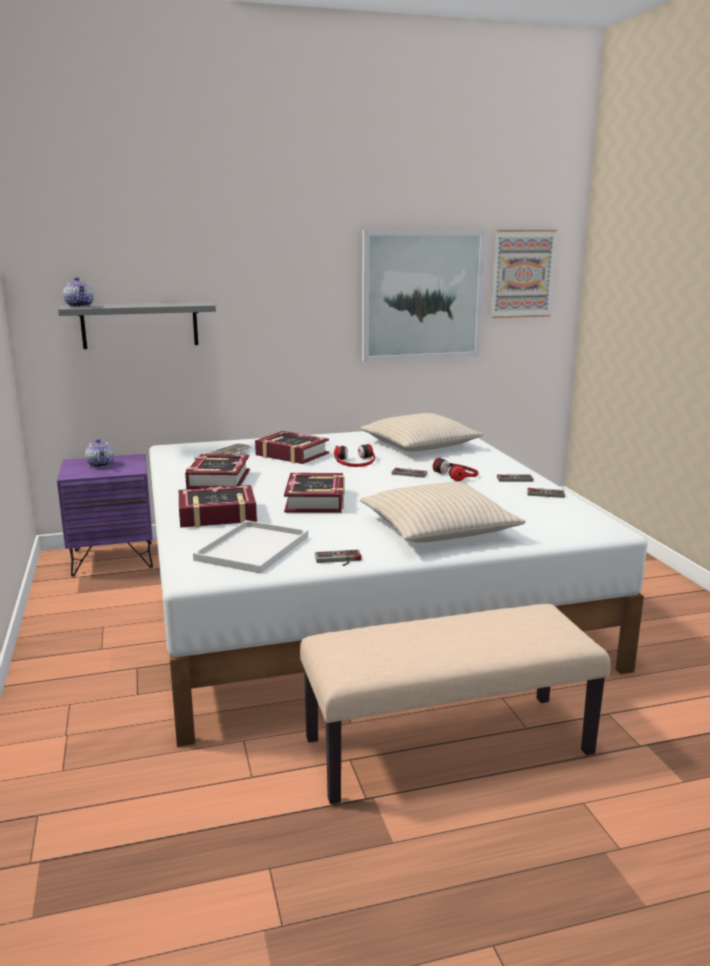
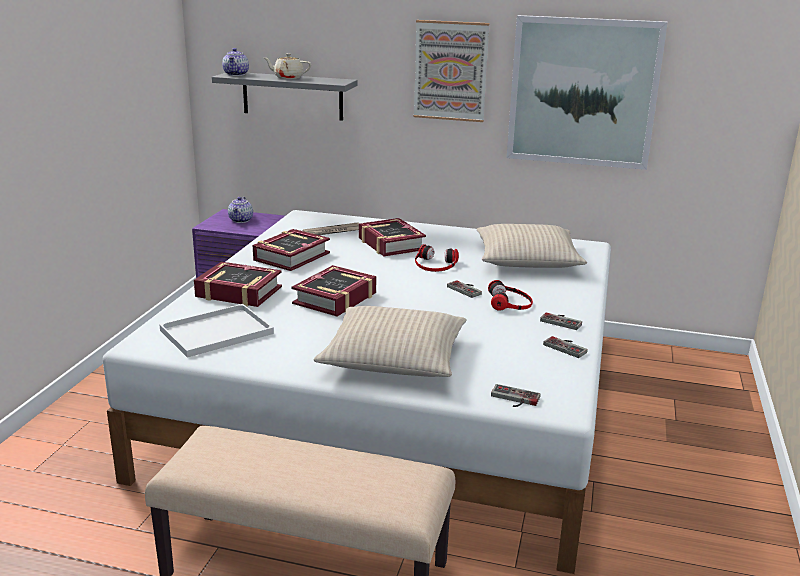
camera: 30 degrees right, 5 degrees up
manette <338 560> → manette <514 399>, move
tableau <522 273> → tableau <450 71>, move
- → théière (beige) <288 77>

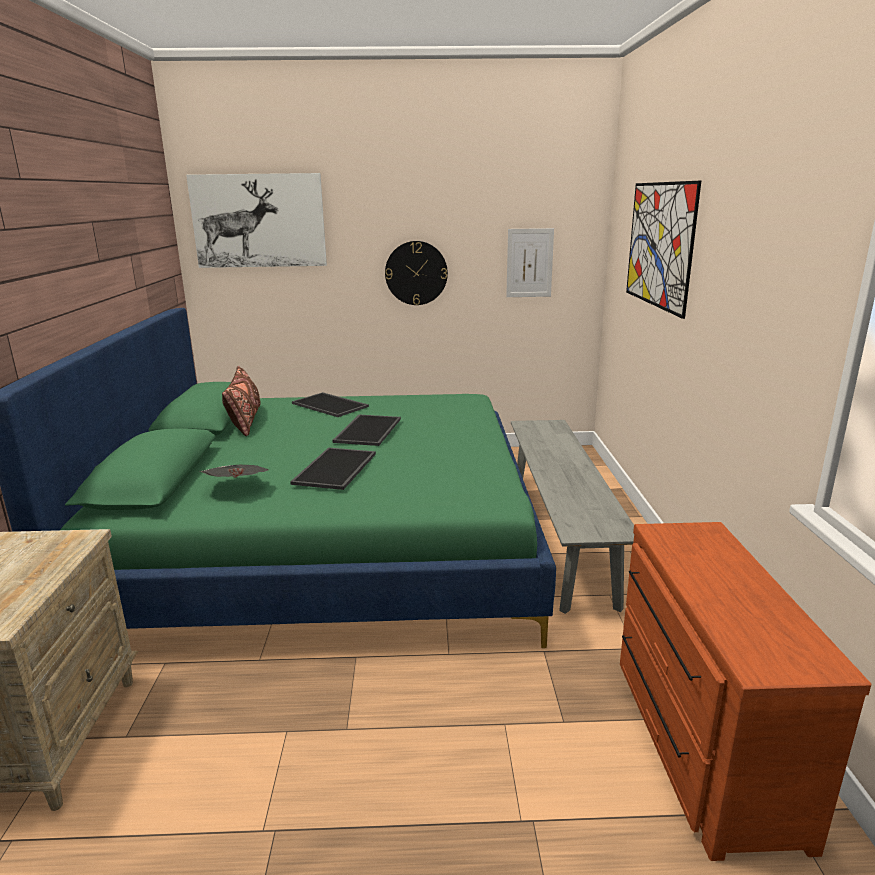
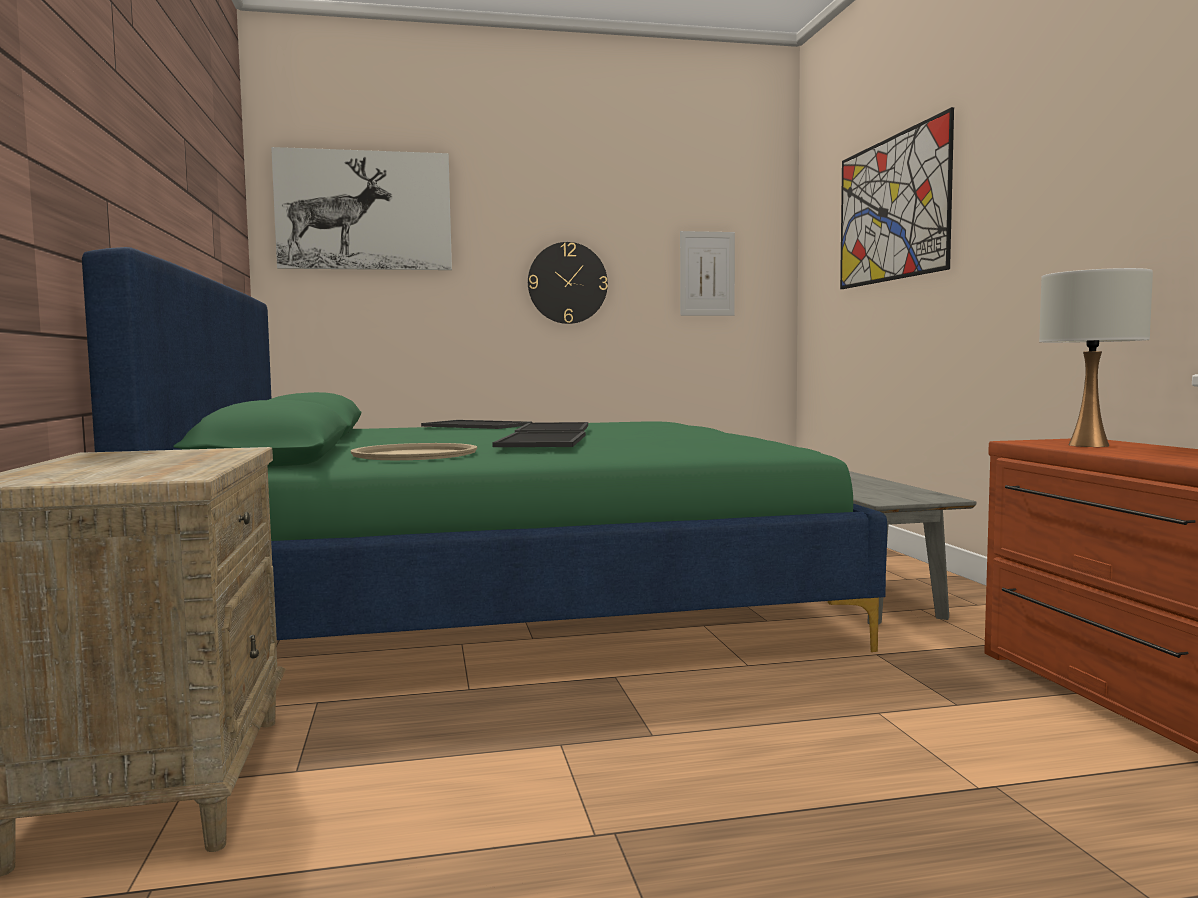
camera: 10 degrees left, 15 degrees down
journal <238 487> → plateau (beige) <414 454>
coussin (marron) <245 421> → -
- → lampe de table (blanc) <1089 445>

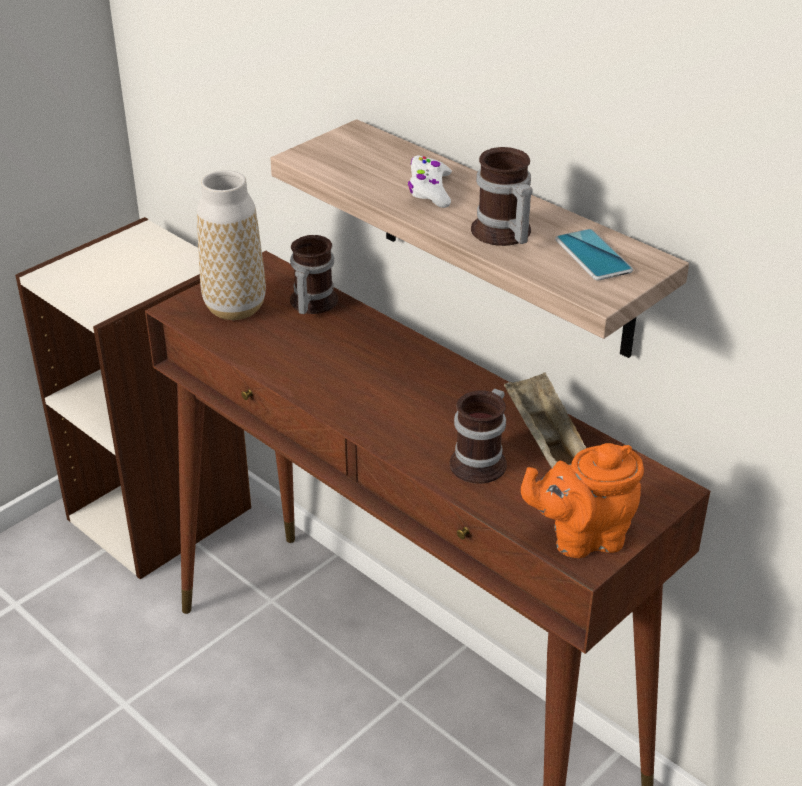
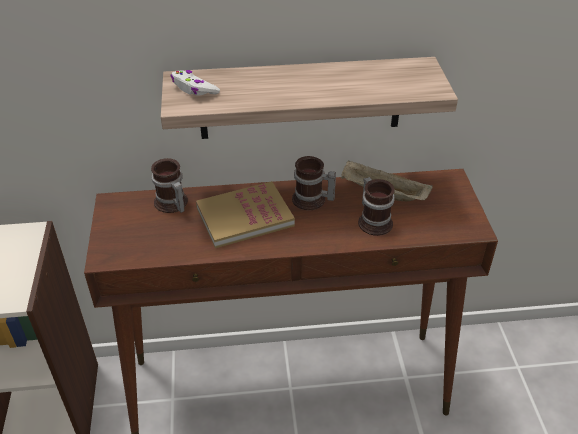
camera: 50 degrees left, 5 degrees up
vase <235 308> → -
manette (blanc) <430 190> → manette (blanc) <194 89>, move
mug <501 234> → mug <311 201>, move
théière (orange) <581 537> → -
téléphone <593 256> → -
- → livre <244 217>

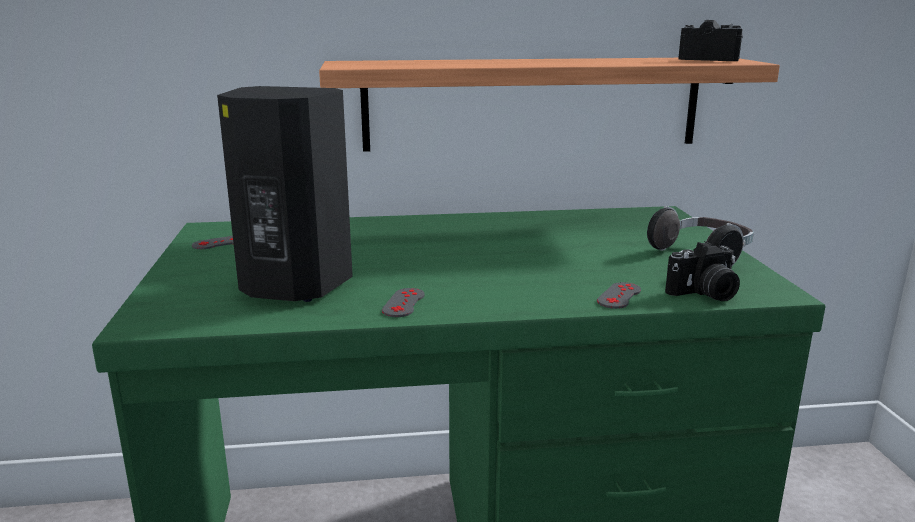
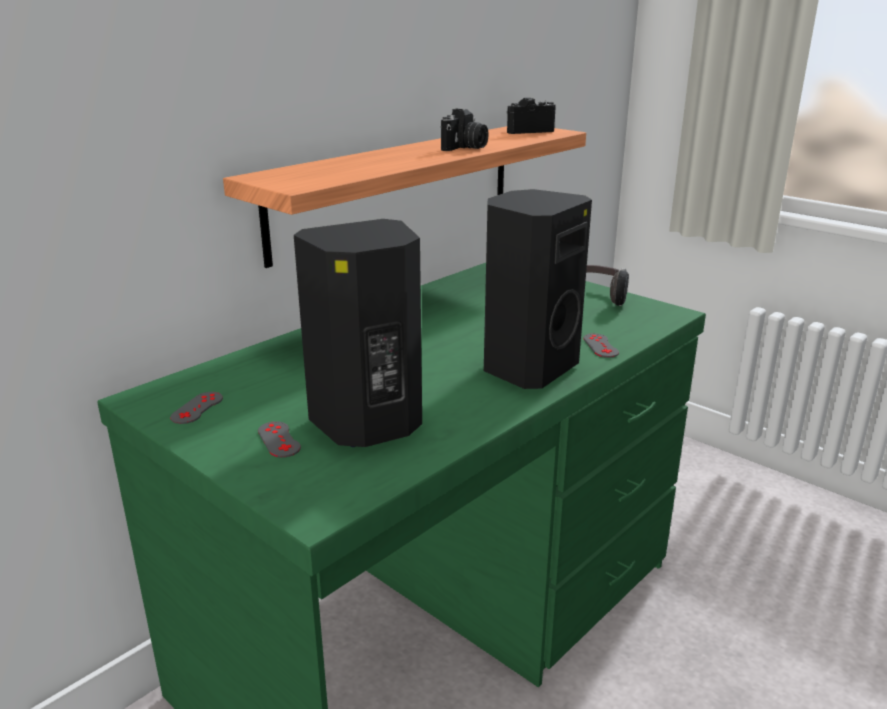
camera: 40 degrees left, 5 degrees up
manette (gris) <403 303> → manette (gris) <279 439>, move
appareil photo <705 294> → appareil photo <465 148>, move
- → enceinte (noir) <527 368>

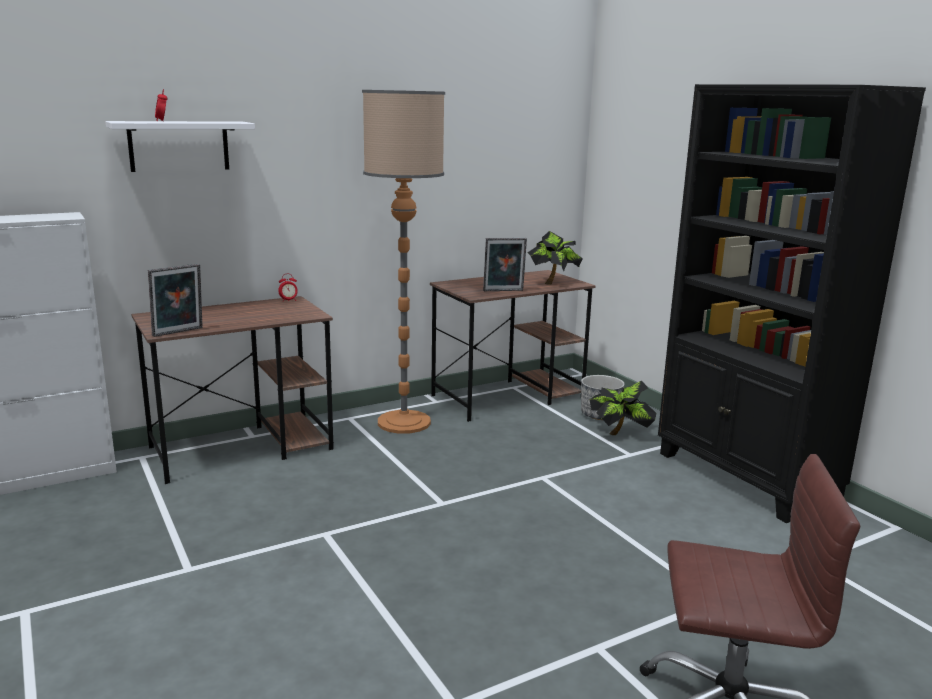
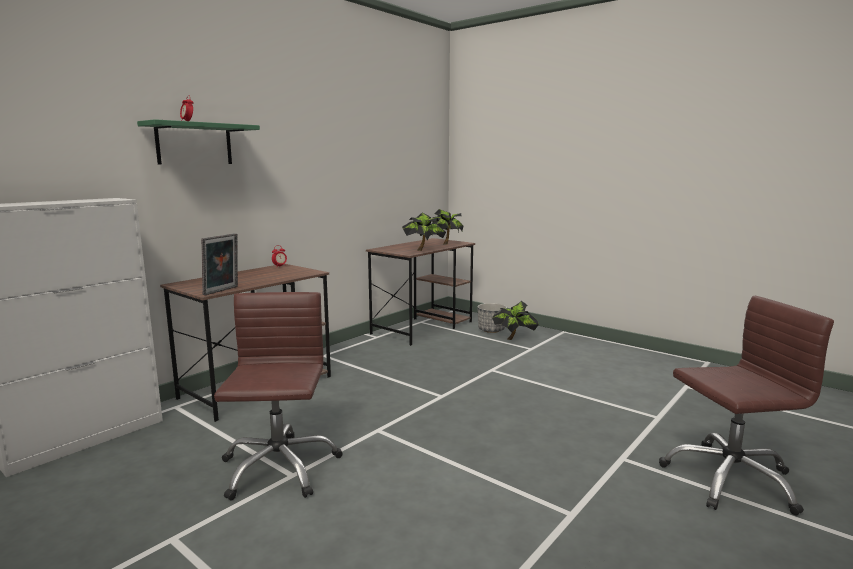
camera: 20 degrees left, 5 degrees down
étagère (blanc) <179 146> → étagère (vert) <194 144>
lampadaire <404 422> → -
cadre photo <503 291> → plante en pot <423 249>
bibliothèque (noir) <745 478> → -
- → chaise de bureau (marron) <279 468>

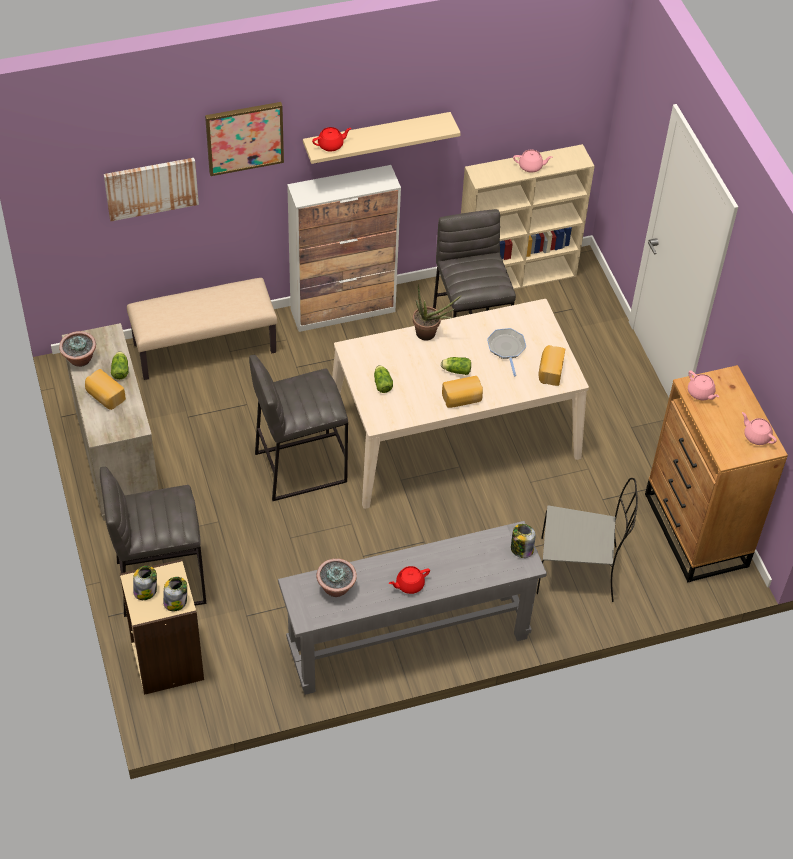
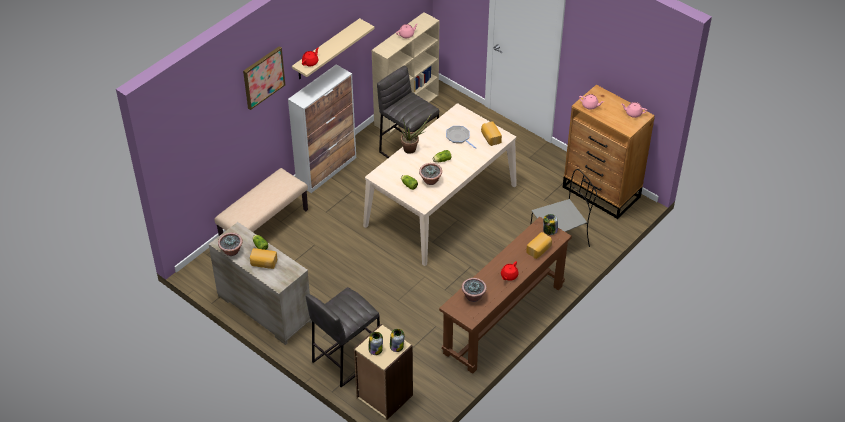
camera: 30 degrees left, 5 degrees down
tableau <151 187> → -
tabouret (gris) <299 467> → -
table console (gris) <408 641> → table console (marron) <503 319>
pain <462 399> → pain <539 250>, move
- → plante en pot <430 181>

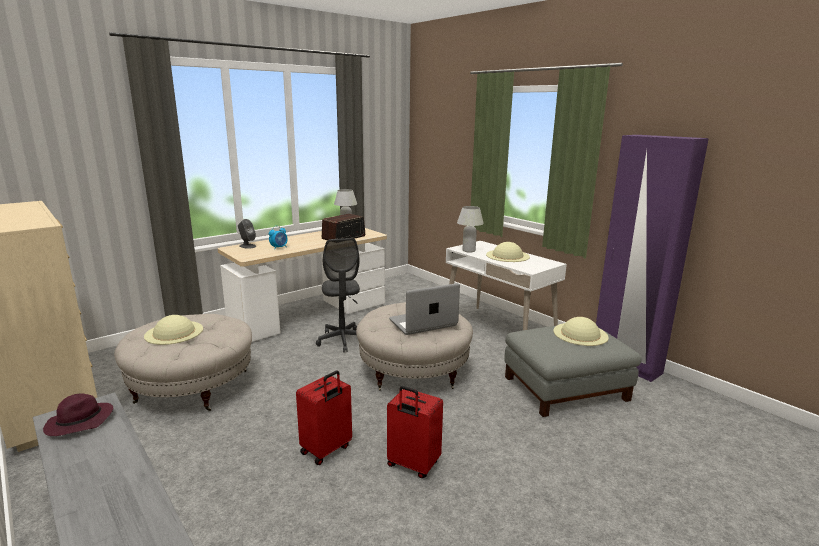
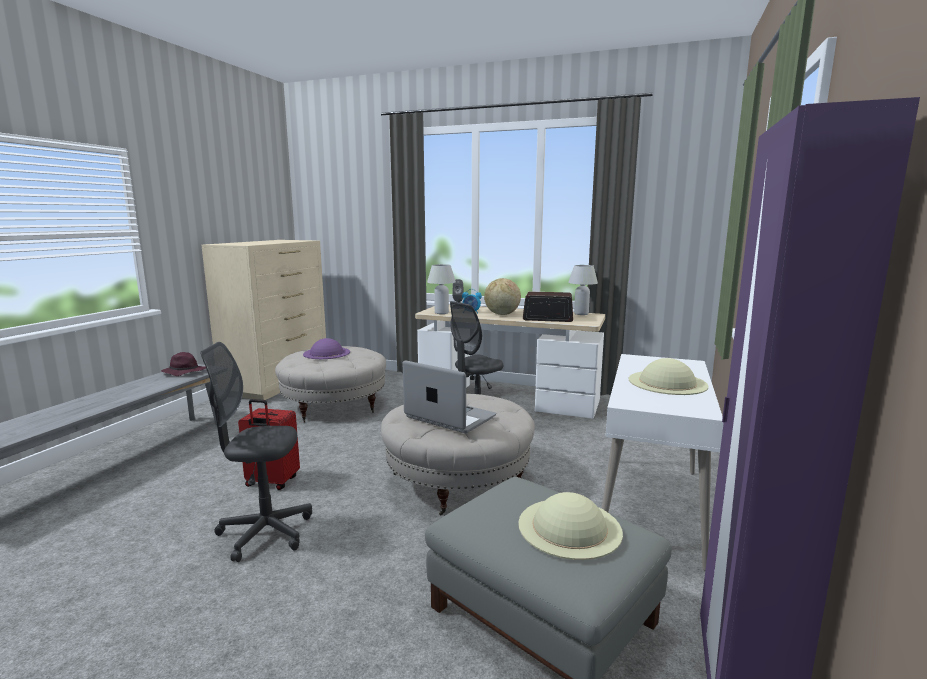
camera: 60 degrees right, 5 degrees down
chapeau (beige) <174 332> → chapeau (violet) <326 353>
valise (rouge) <412 465> → chaise de bureau (gris) <265 533>
lampe de table (blanc) <468 250> → lampe de table (blanc) <441 313>, move
- → globe <501 314>

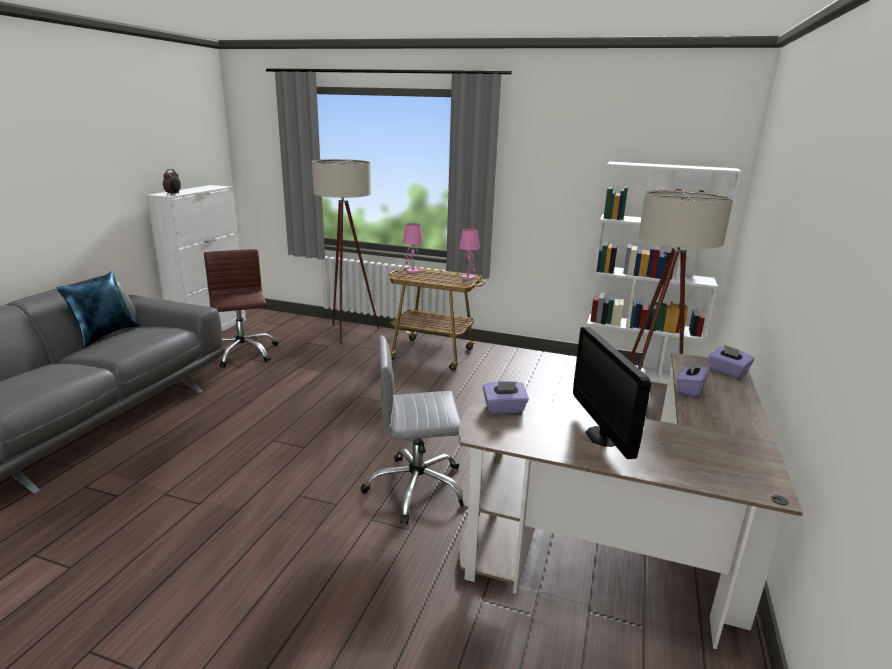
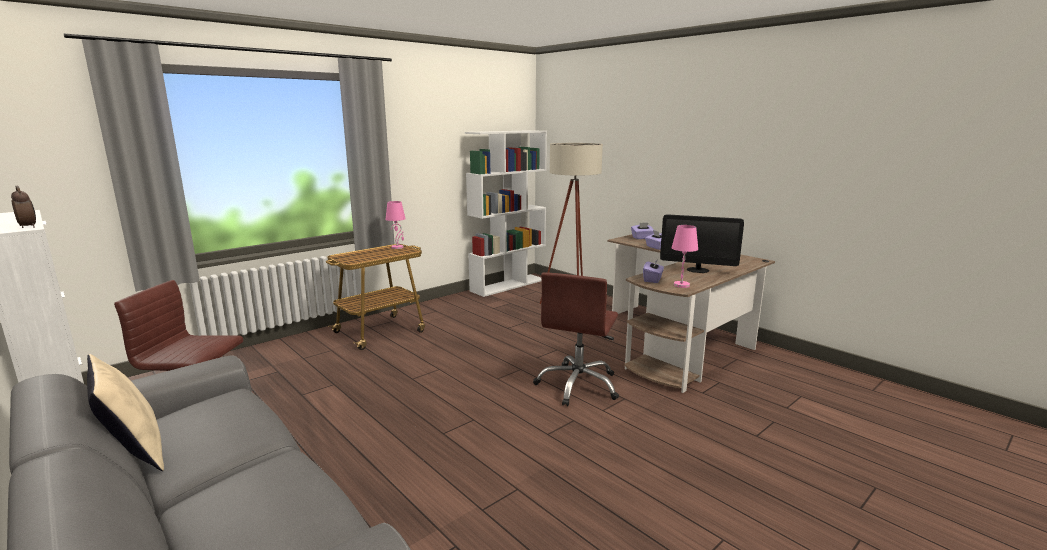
camera: 60 degrees left, 5 degrees down
coussin (bleu) <105 335> → coussin (beige) <134 453>
lampadaire (beige) <348 334> → -
chaise de bureau (gris) <417 488> → chaise de bureau (marron) <578 385>
lampe de table (rose) <412 271> → lampe de table (rose) <681 285>, move

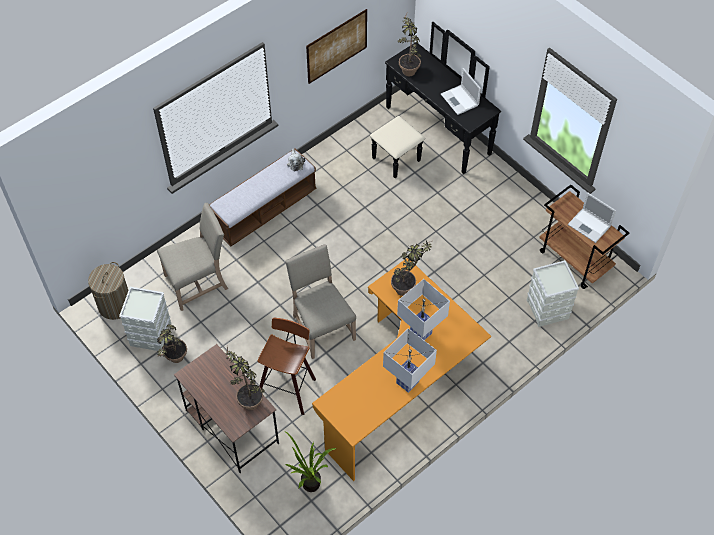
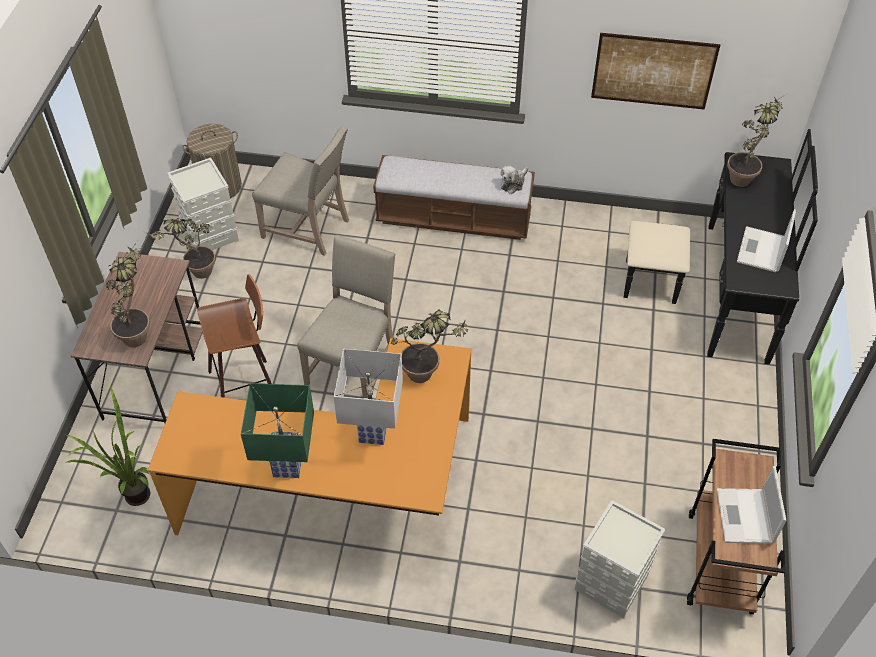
camera: 50 degrees right, 5 degrees down
lampe de table (blanc) <406 382> → lampe de table (vert) <287 465>

